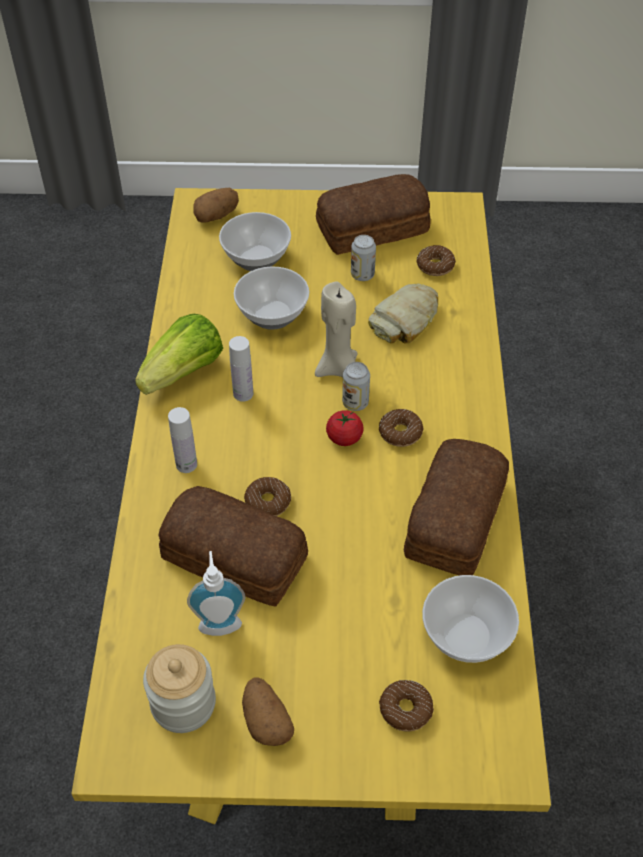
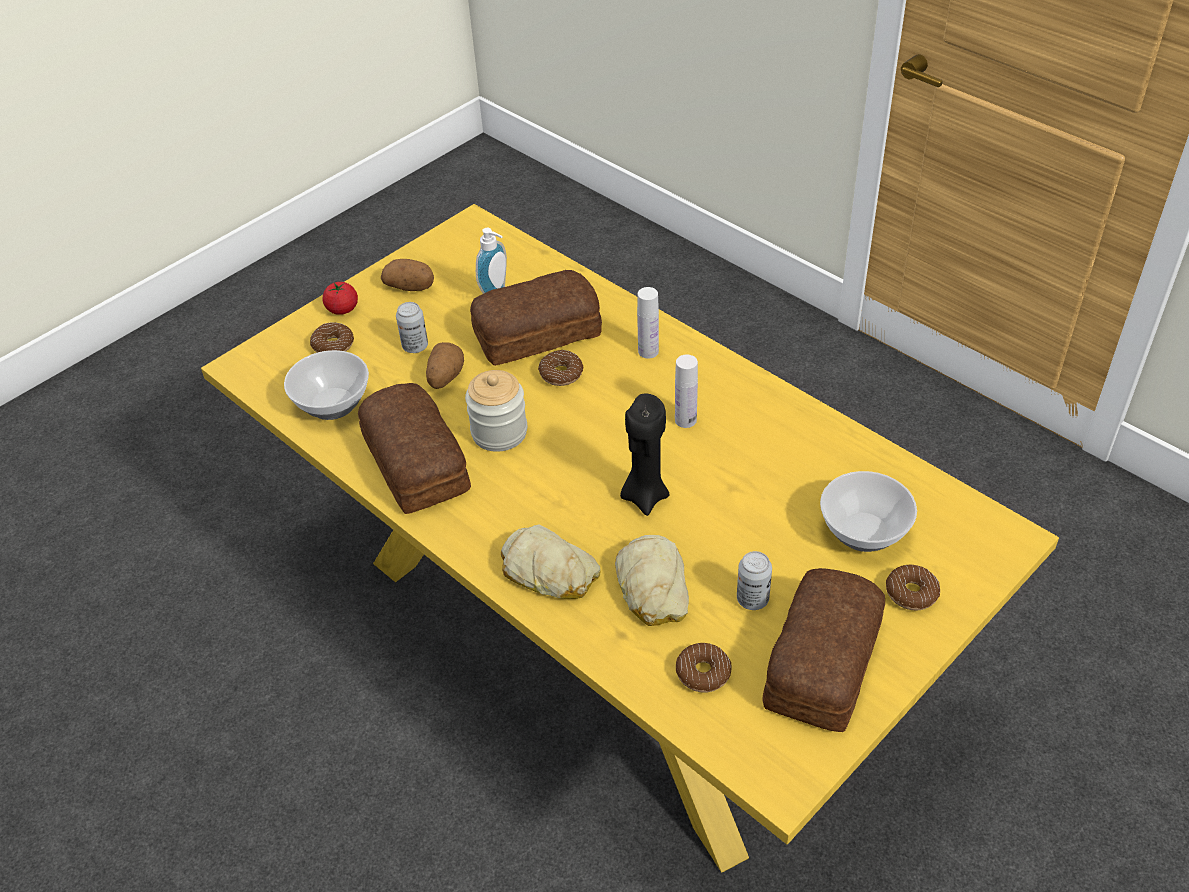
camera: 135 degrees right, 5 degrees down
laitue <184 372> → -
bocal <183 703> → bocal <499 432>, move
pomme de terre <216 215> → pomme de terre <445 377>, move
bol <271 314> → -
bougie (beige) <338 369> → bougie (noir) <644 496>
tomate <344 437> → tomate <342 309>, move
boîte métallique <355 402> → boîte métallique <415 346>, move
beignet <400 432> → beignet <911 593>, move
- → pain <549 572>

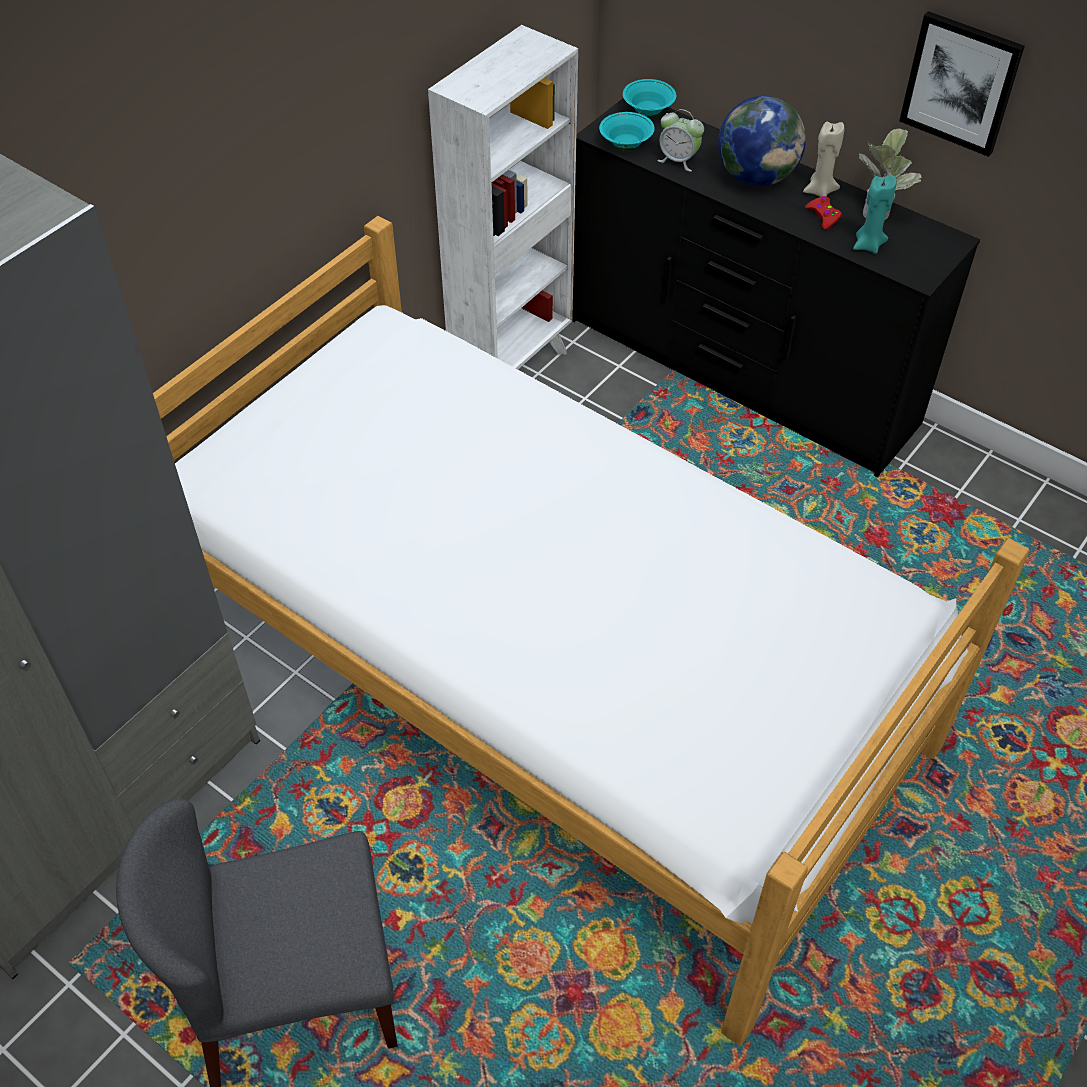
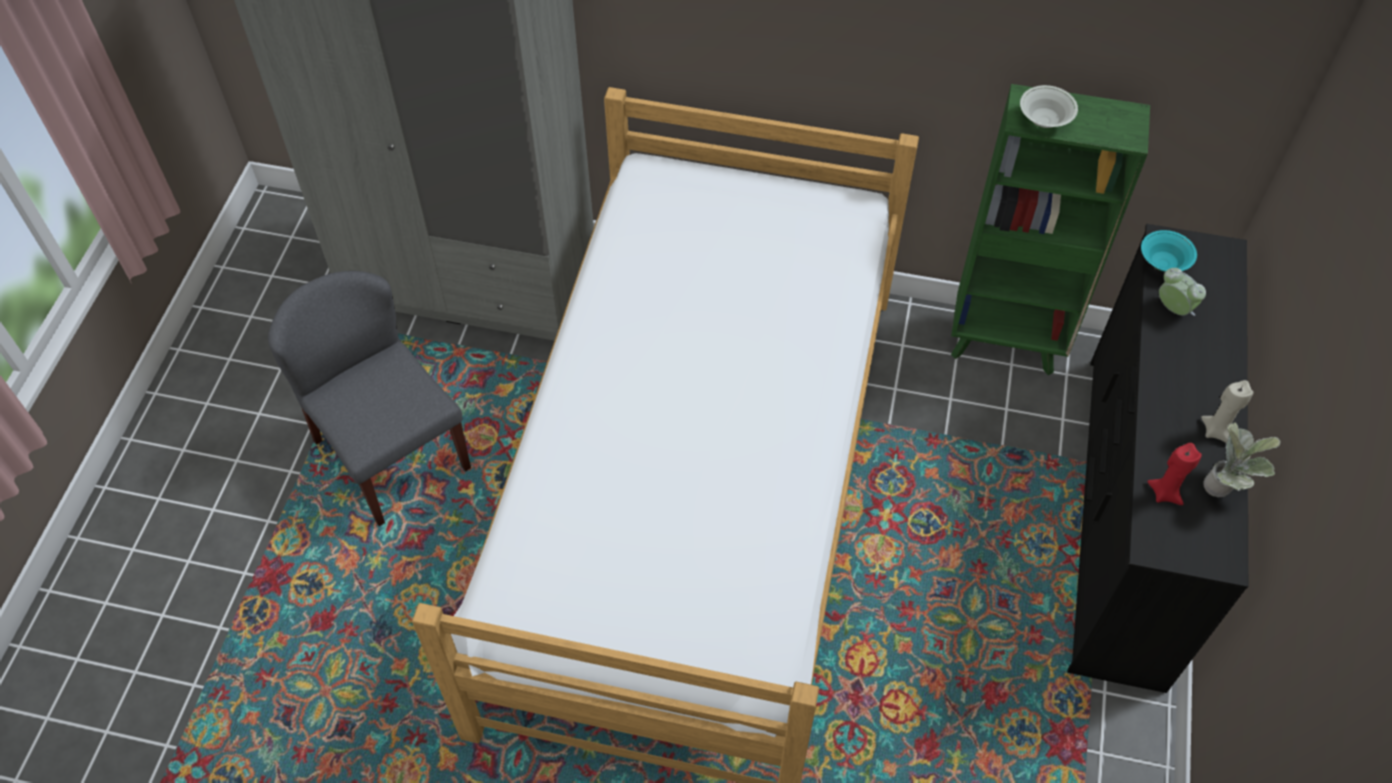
camera: 65 degrees right, 5 degrees up
bibliothèque (blanc) <513 366> → bibliothèque (vert) <1007 343>
bol (turquoise) <648 112> → -
réveil <678 160> → réveil <1173 309>, 135 degrees clockwise
globe <756 177> → -
manette (rouge) <823 216> → -
bougie (turquoise) <868 245> → bougie (rouge) <1165 493>
tableau <961 83> → -
- → bol (blanc) <1044 121>

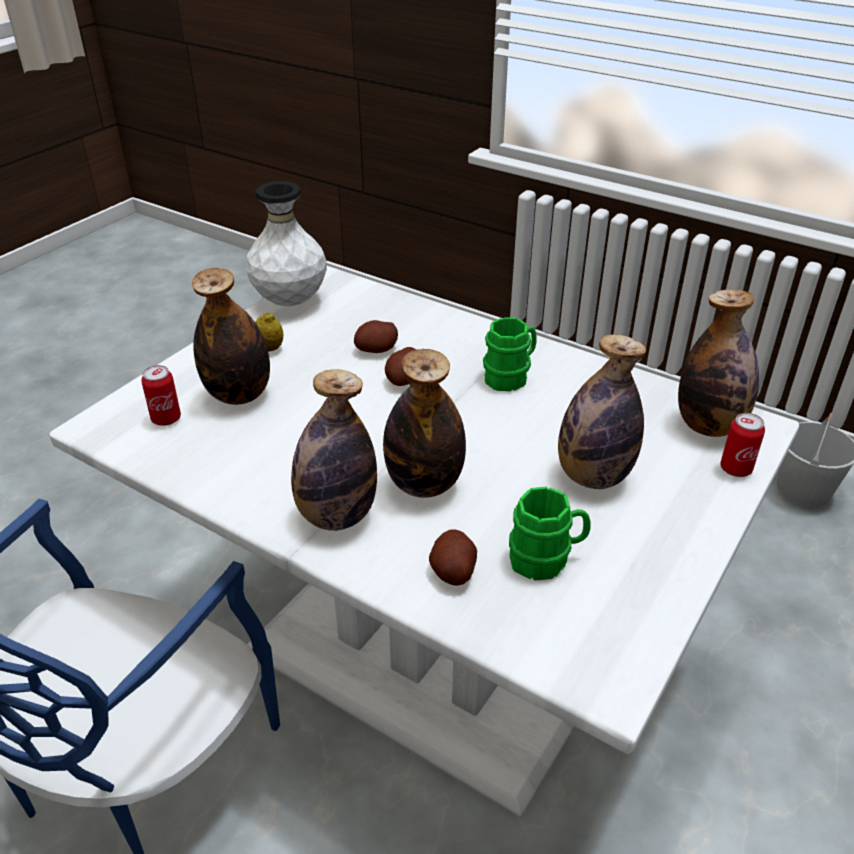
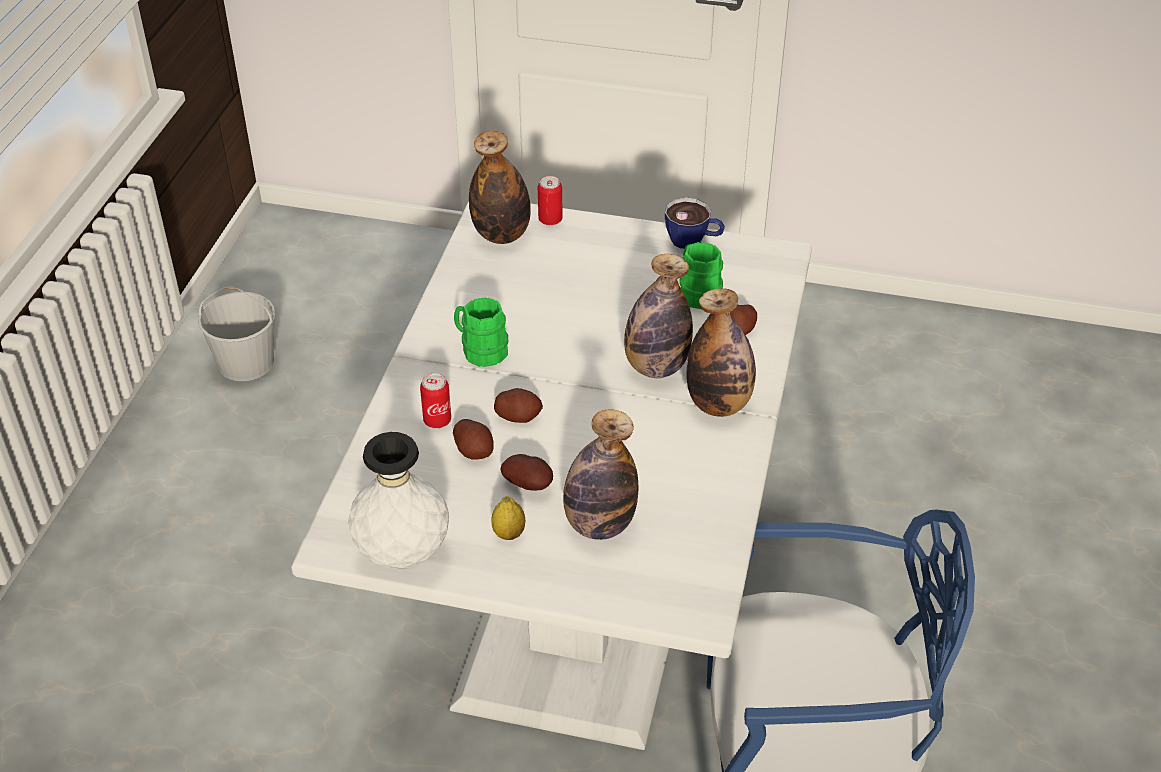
camera: 110 degrees left, 5 degrees up
boîte métallique <166 419> → boîte métallique <437 420>, move
bouteille <593 476> → -
- → pomme de terre <529 484>
- → tasse <693 241>

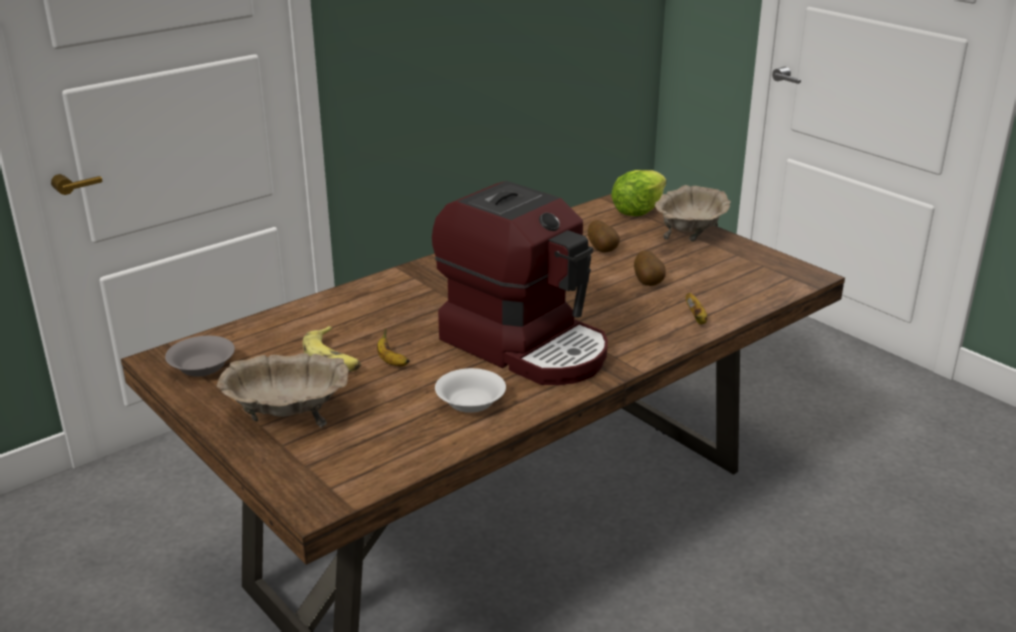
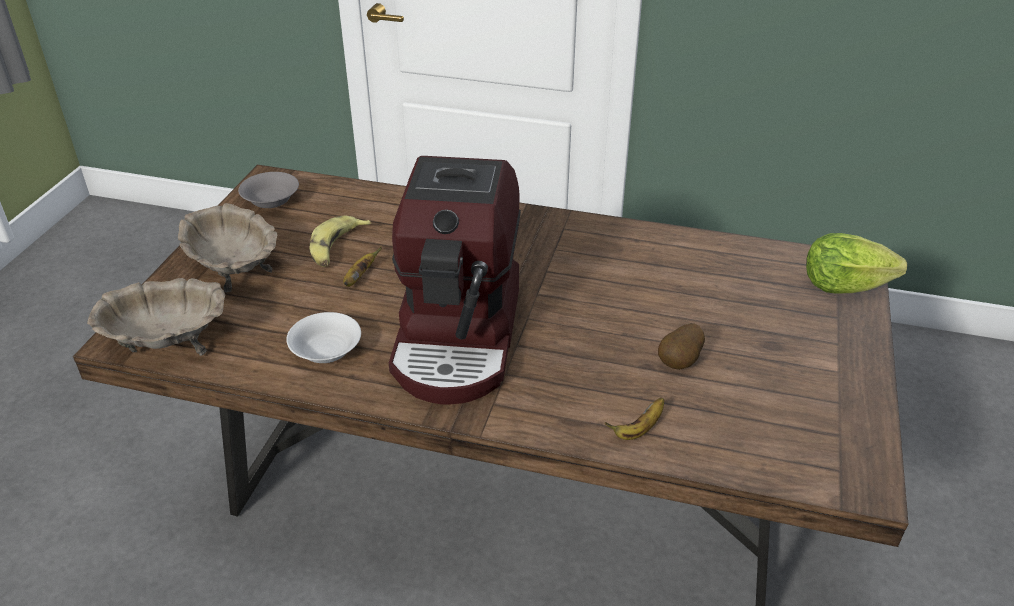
camera: 55 degrees right, 10 degrees up
pomme de terre <603 250> → -
bol (beige) <690 234> → bol (beige) <168 343>, move

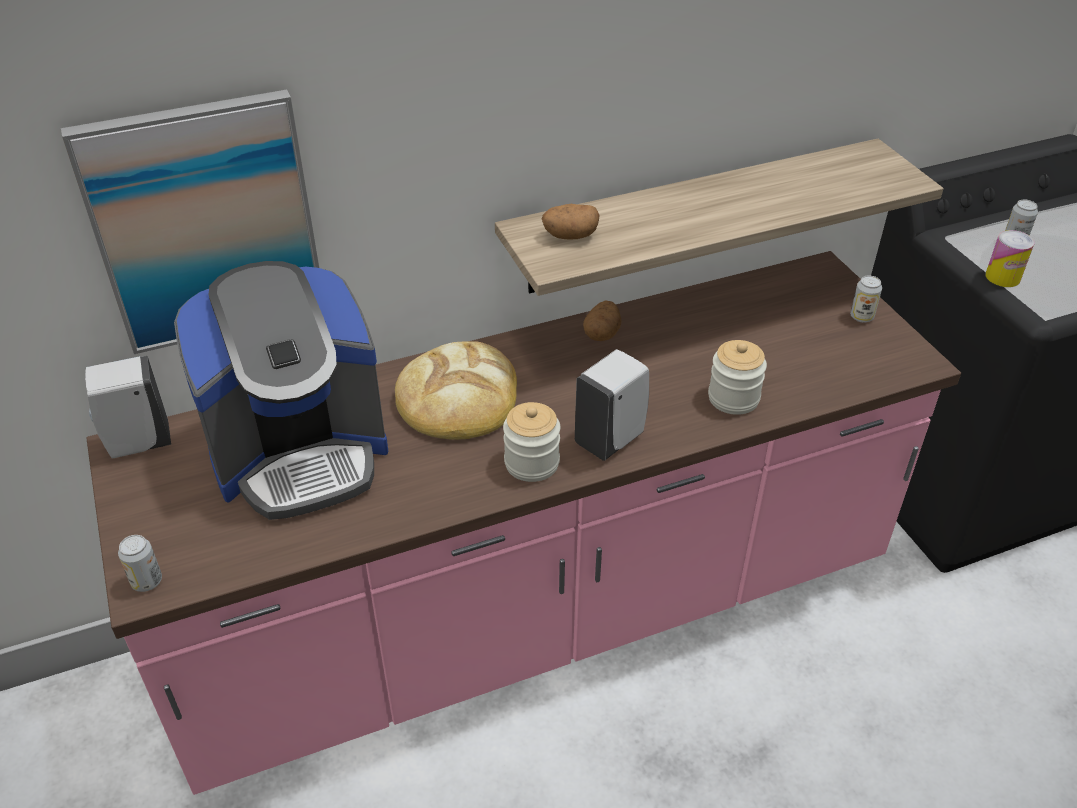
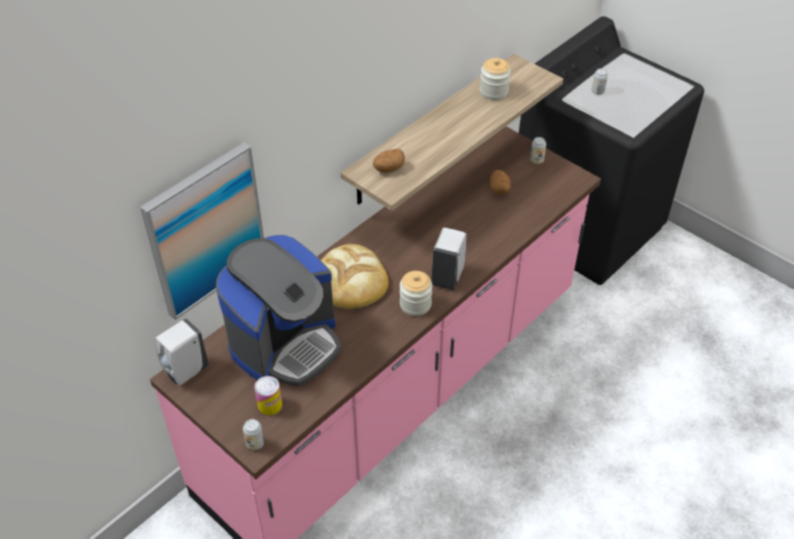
camera: 25 degrees left, 5 degrees up
pomme de terre <602 333> → pomme de terre <499 189>, move
bocal <733 398> → bocal <494 92>, move
boîte métallique <1002 277> → boîte métallique <270 405>, move

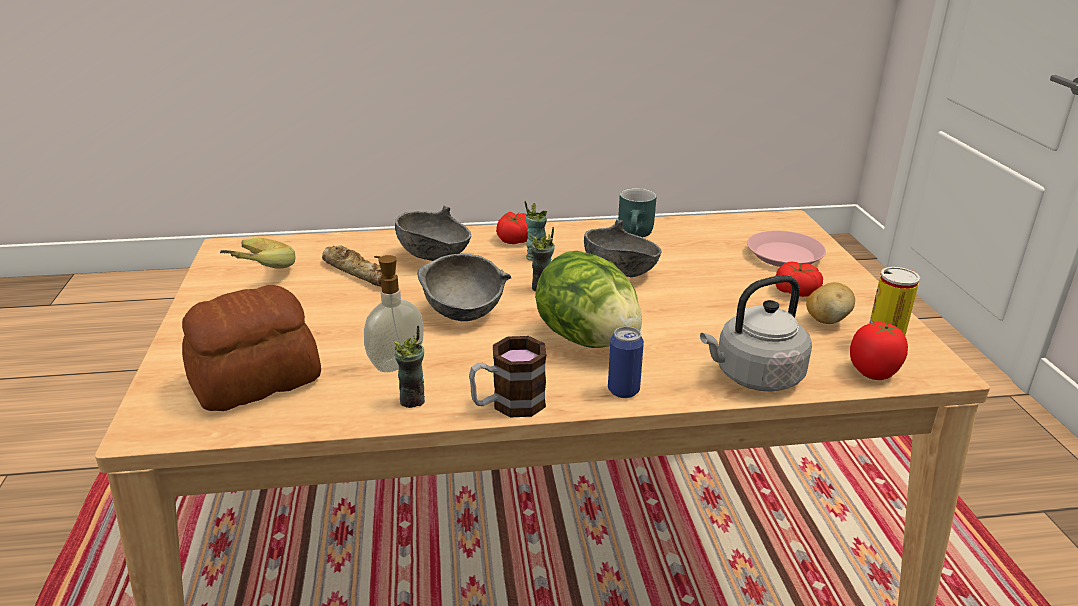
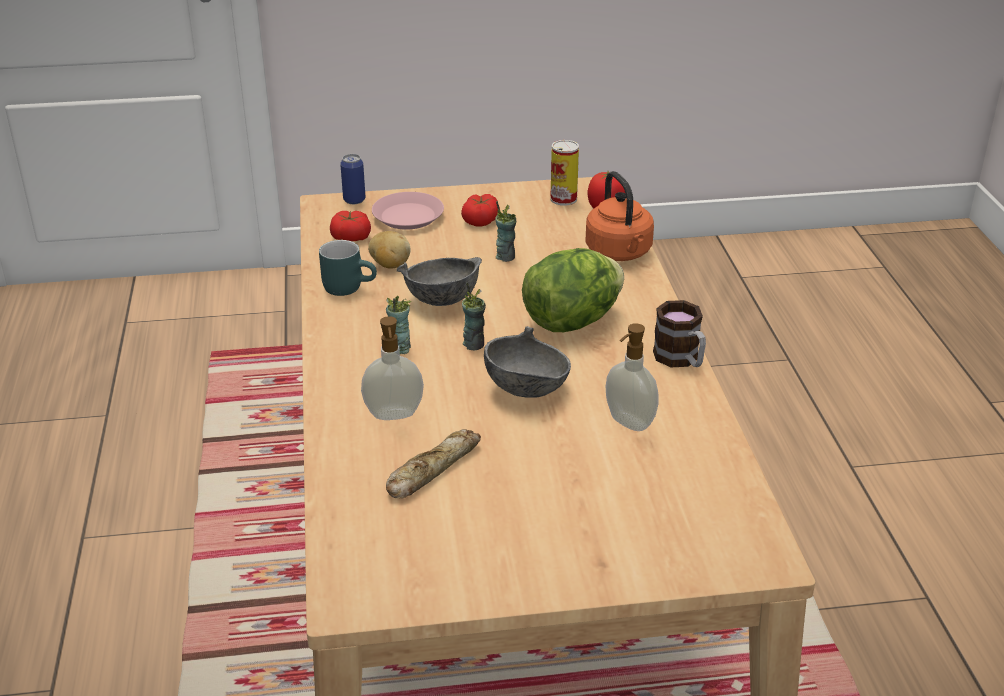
camera: 90 degrees left, 5 degrees up
pain <254 380> → -
banane <253 273> → -
tasse <413 400> → tasse <505 256>, move
bol (gris) <435 257> → distributeur de savon <394 415>
tomate <514 239> → tomate <351 237>, move
boîte métallique <623 390> → boîte métallique <354 200>, move
bouilloire (gris) <754 377> → bouilloire (orange) <620 253>
pomme de terre <827 320> → pomme de terre <389 265>, move

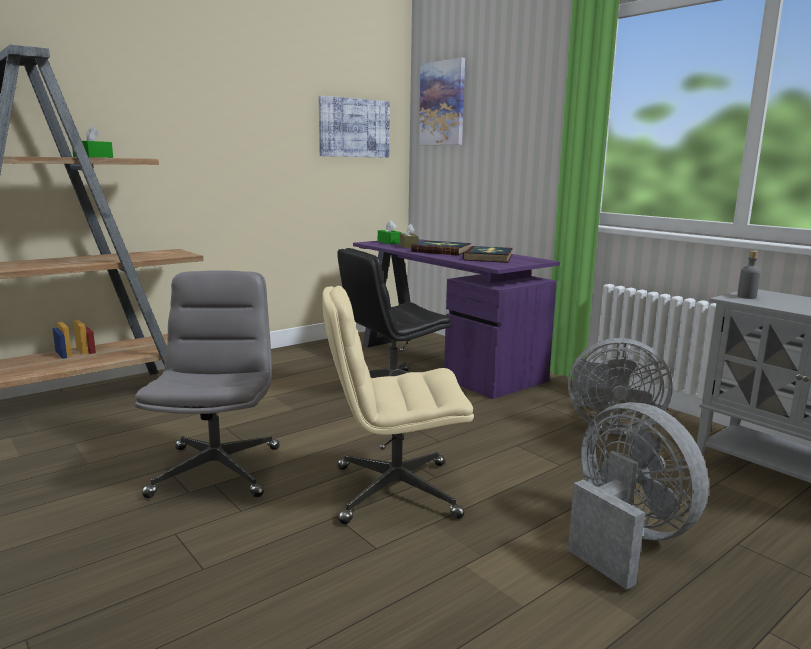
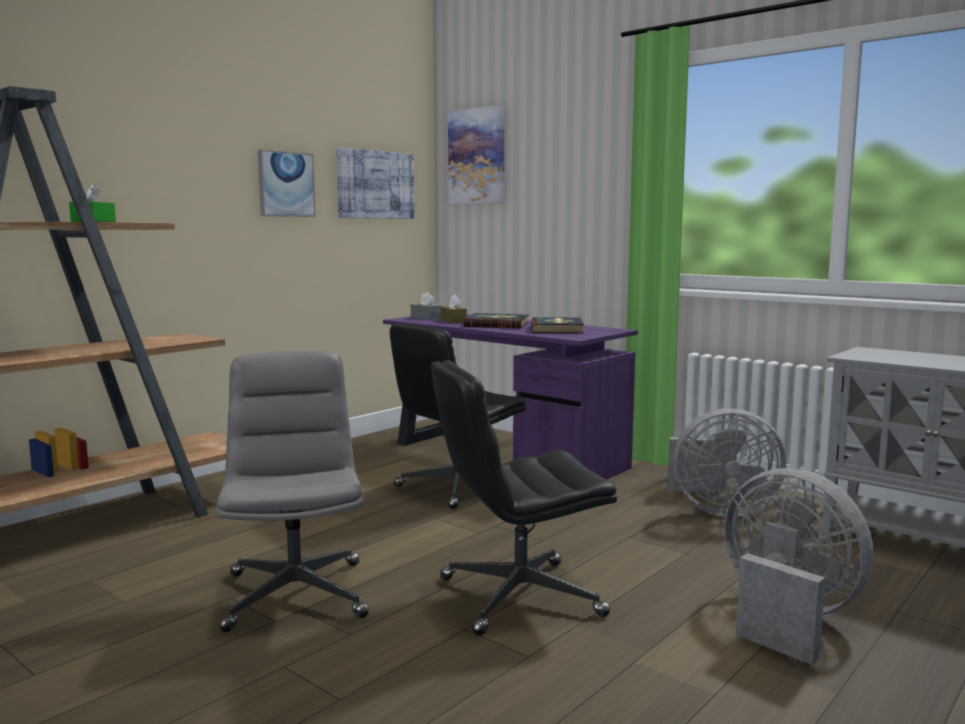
camera: 10 degrees left, 5 degrees down
chaise de bureau (beige) <394 492> → chaise de bureau (noir) <518 597>
boîte à mouchoirs (vert) <389 242> → boîte à mouchoirs (gris) <426 317>
bouteille (gris) <746 297> → -
- → tableau <286 184>

